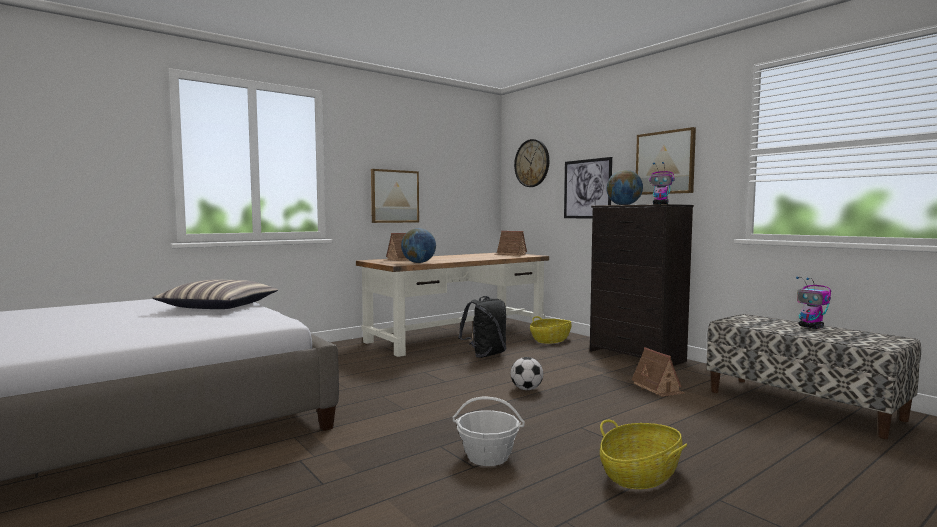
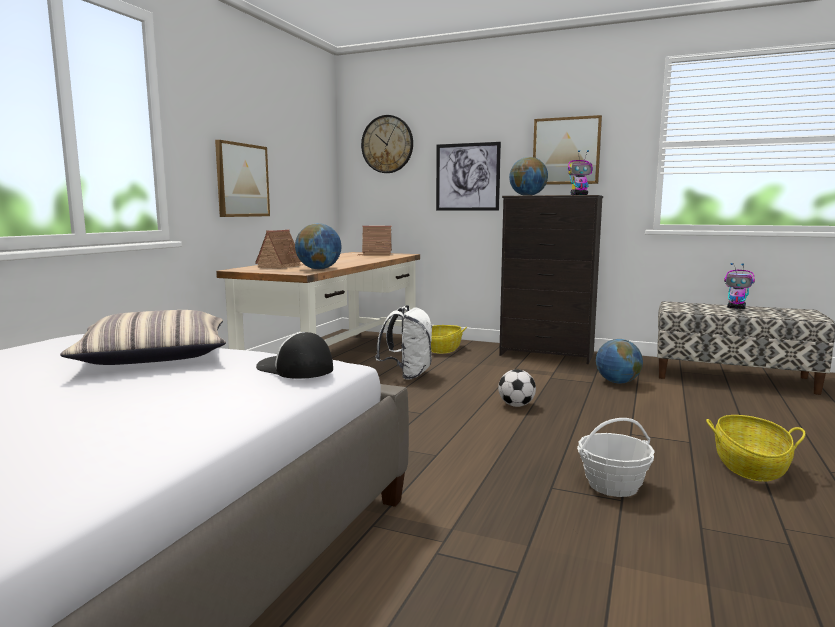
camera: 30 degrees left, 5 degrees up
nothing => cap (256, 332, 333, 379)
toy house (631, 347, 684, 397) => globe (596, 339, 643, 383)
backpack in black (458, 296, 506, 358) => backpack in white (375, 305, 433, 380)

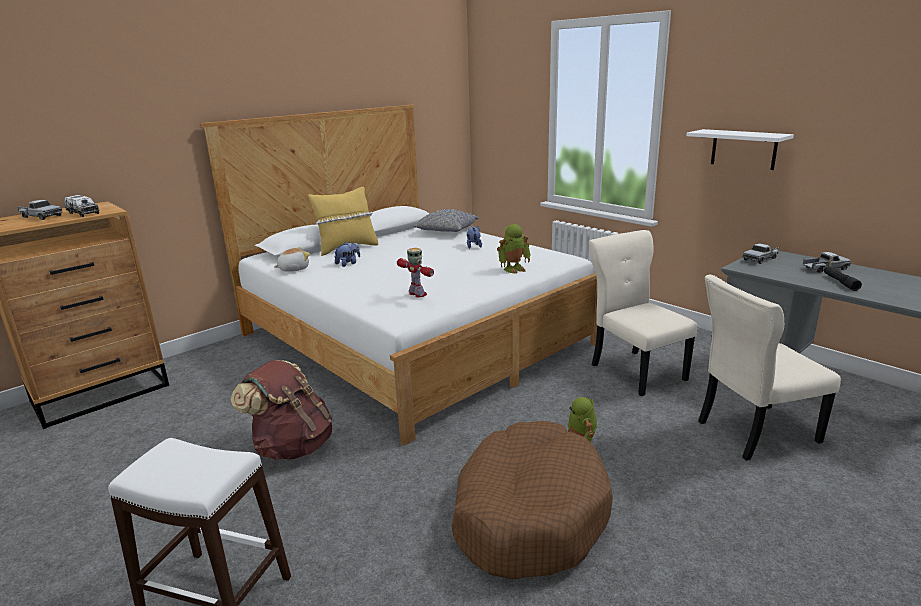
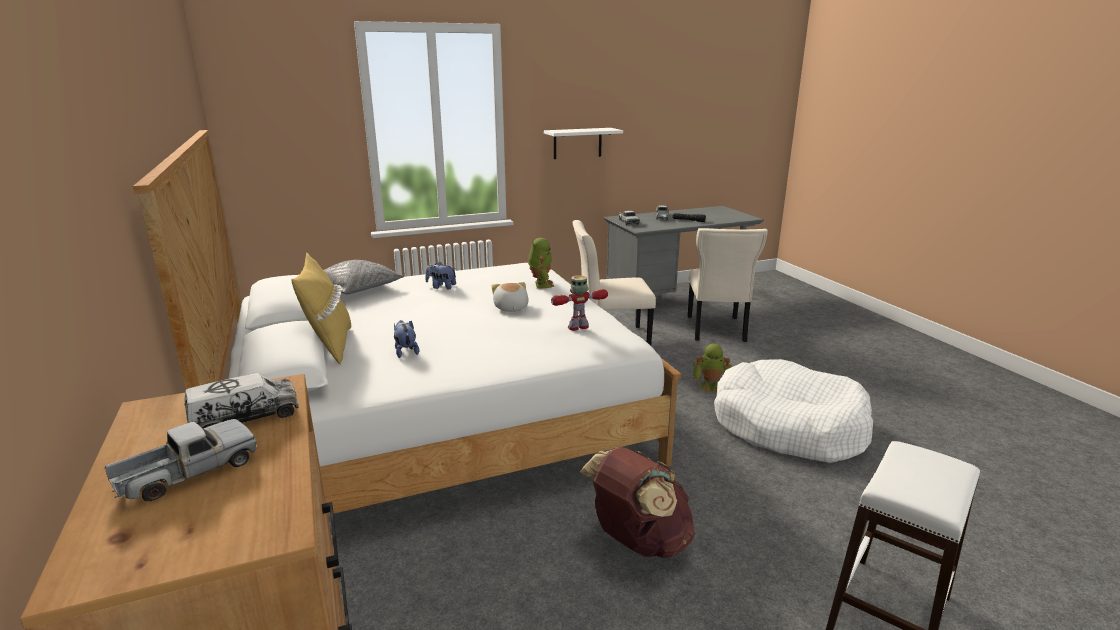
camera: 70 degrees left, 0 degrees up
plush toy (274, 247, 310, 272) => plush toy (492, 282, 529, 312), relocated
dog bed in brown (452, 421, 613, 580) => dog bed in white (714, 359, 873, 463)

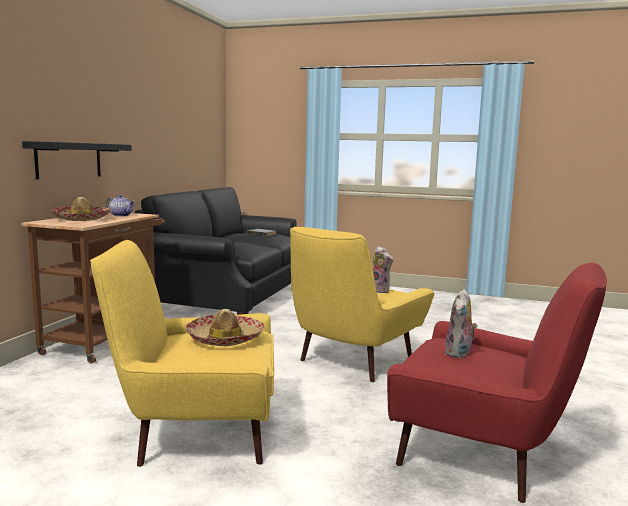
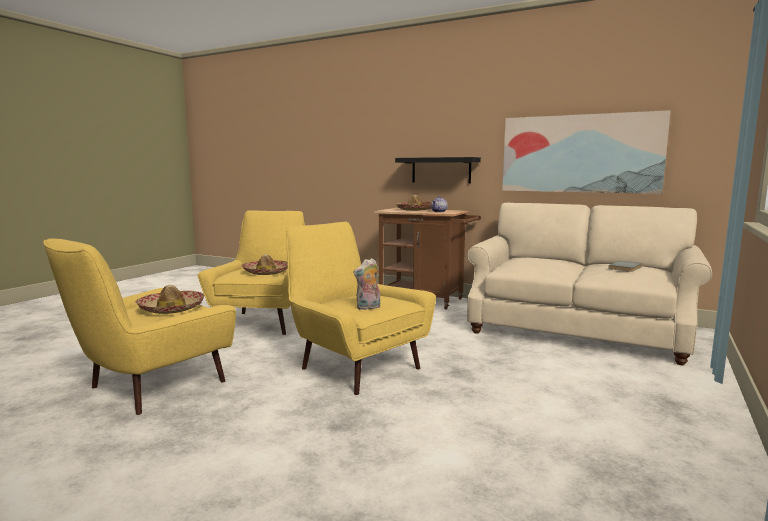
camera: 100 degrees right, 0 degrees up
nothing => picture (502, 110, 671, 194)
plush toy (445, 289, 477, 358) => hat (135, 285, 204, 314)
sofa in black (135, 187, 297, 315) => sofa in beige (467, 203, 712, 365)
armchair in red (387, 262, 607, 503) => armchair in yellow (43, 238, 236, 415)

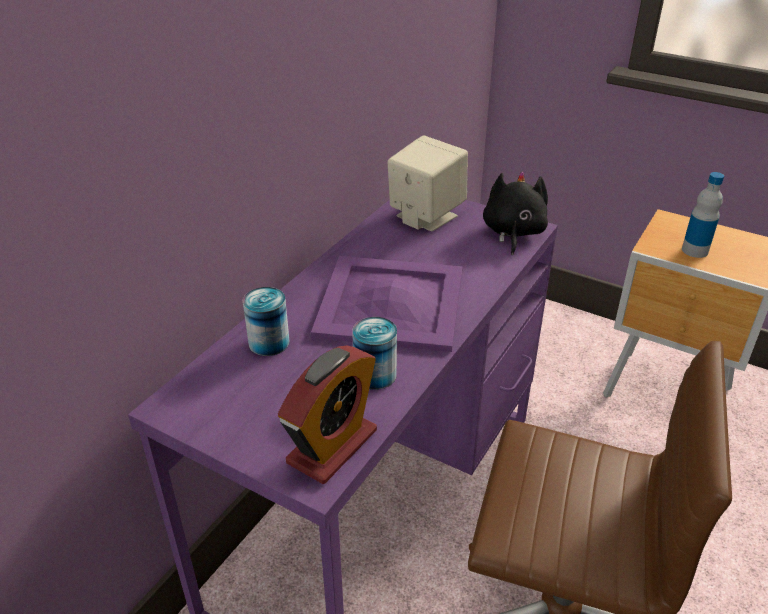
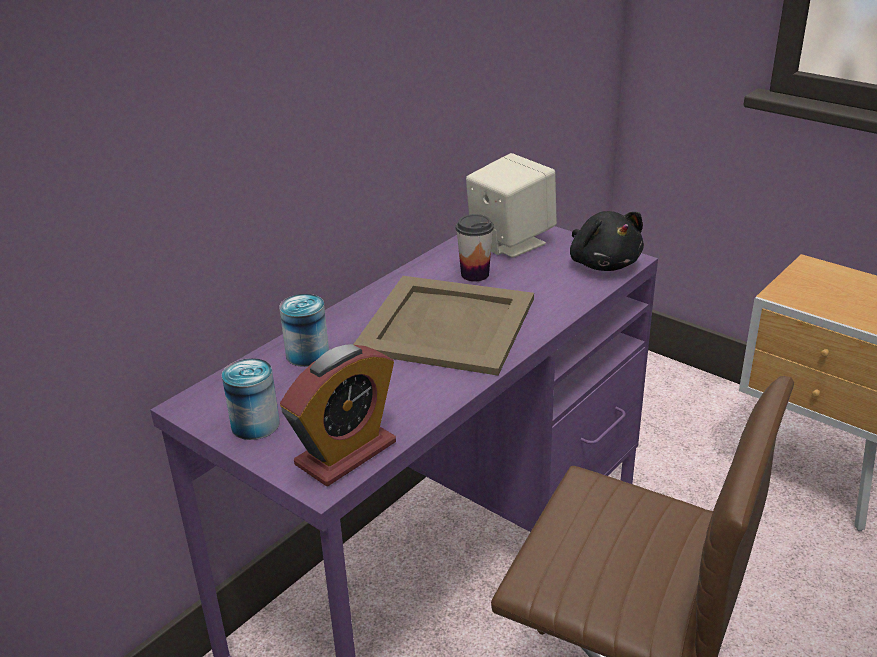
camera: 10 degrees right, 5 degrees down
bottle (682, 172, 724, 258) => nothing
nothing => cup (456, 214, 494, 281)
can (352, 317, 397, 390) => can (222, 358, 280, 440), relocated
tray in purple (311, 256, 463, 352) => tray in beige (353, 276, 534, 376)
plush toy in black (483, 172, 548, 255) => plush toy in black (570, 211, 644, 271), 135 degrees clockwise

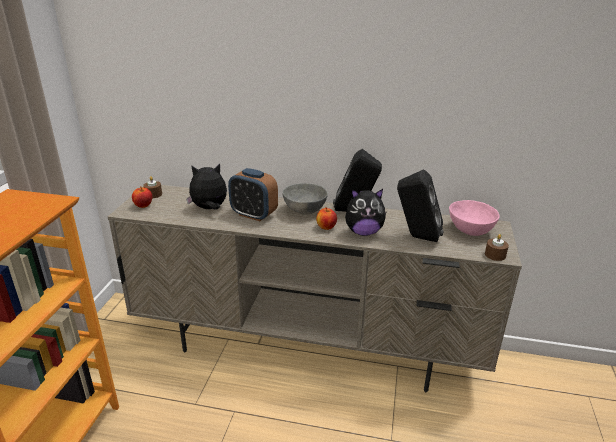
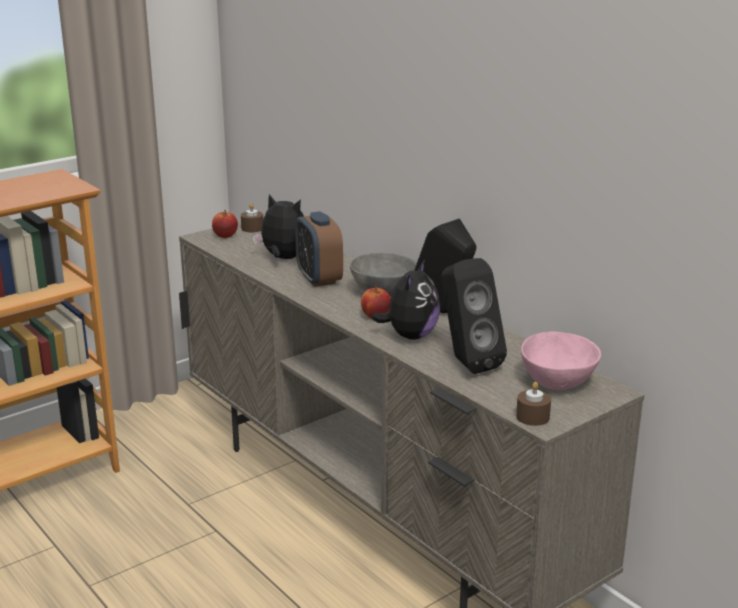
camera: 40 degrees right, 5 degrees down
plush toy (345, 189, 386, 236) => plush toy (371, 260, 440, 340), 105 degrees counterclockwise

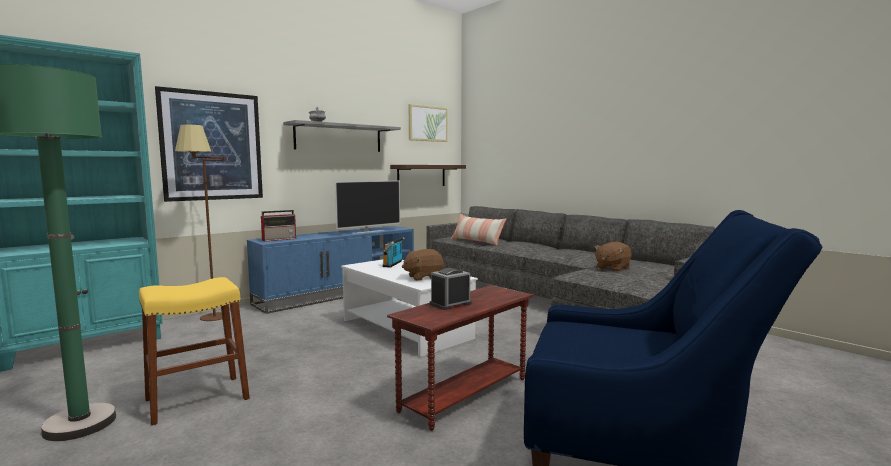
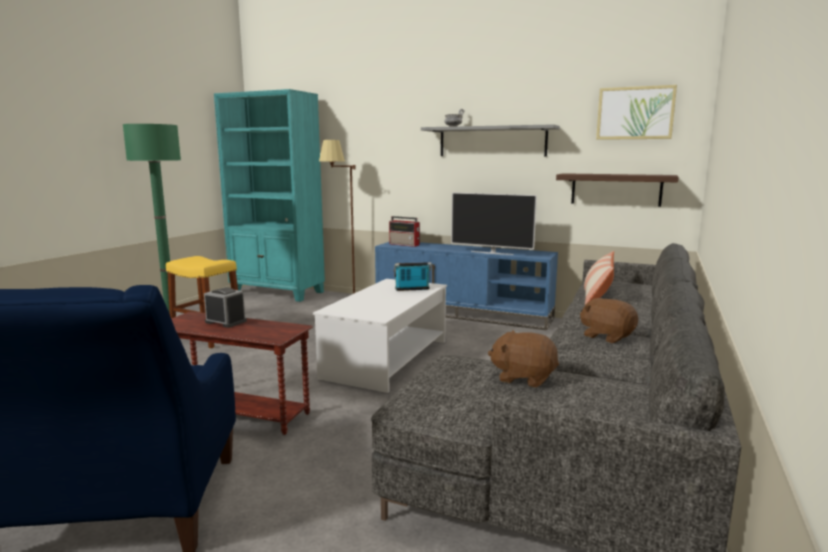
camera: 65 degrees right, 5 degrees up
picture (155, 86, 263, 202) => nothing
plush toy in brown (402, 249, 444, 281) => plush toy in brown (580, 298, 638, 343), relocated

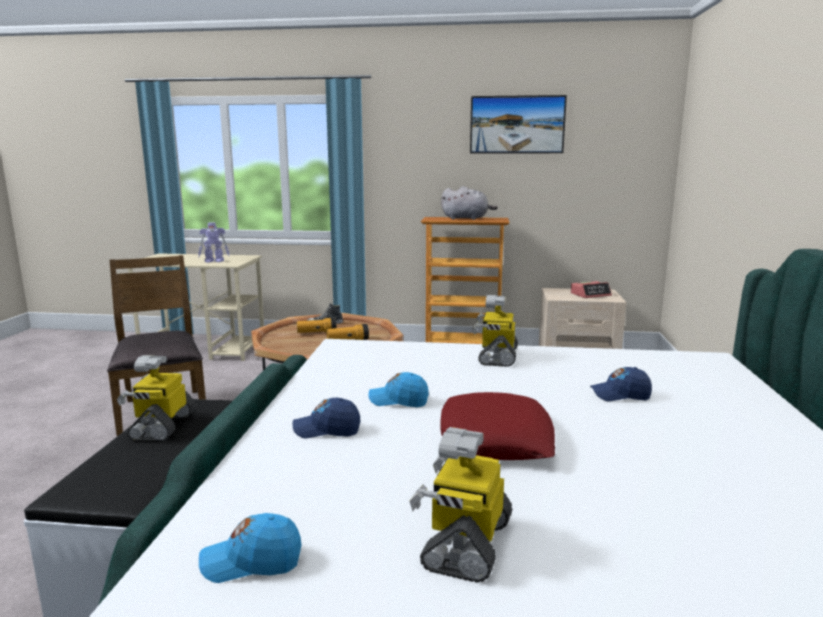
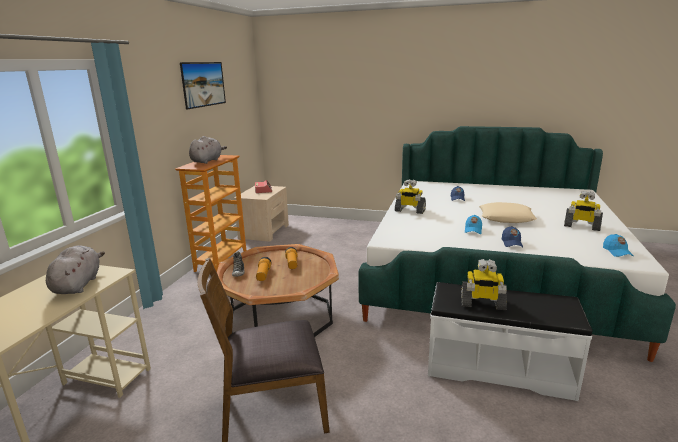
camera: 80 degrees left, 5 degrees up
toy robot (198, 222, 230, 263) => plush toy in grey (46, 245, 105, 294)
pillow in red (441, 392, 555, 460) => pillow in beige (479, 202, 537, 223)

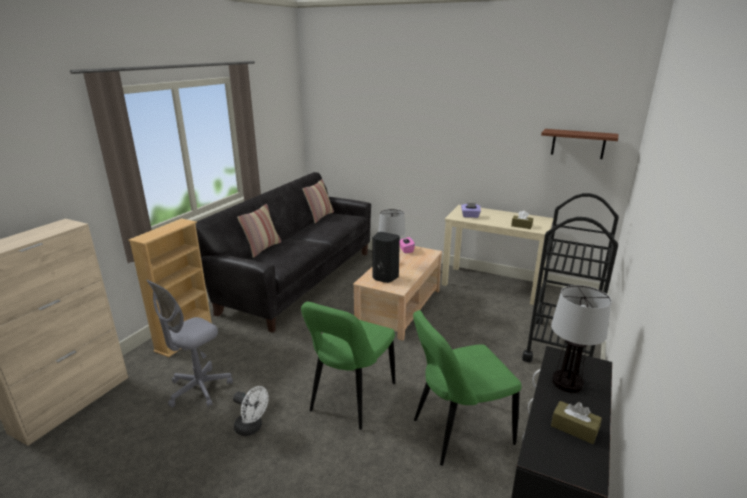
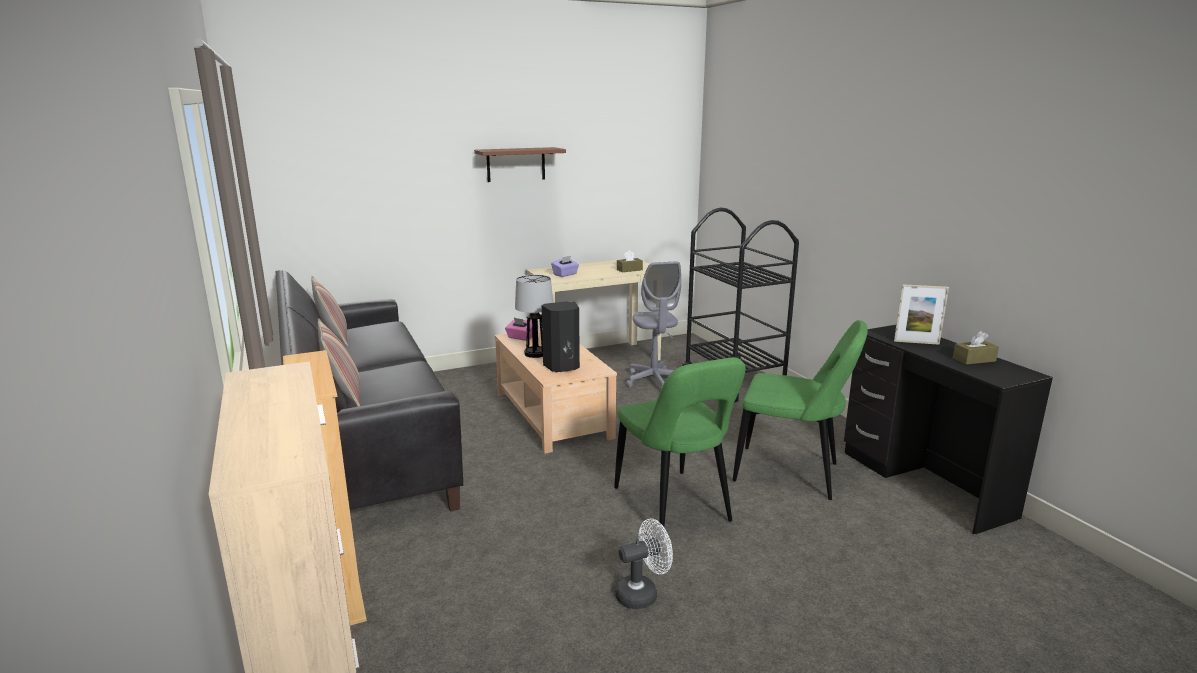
camera: 50 degrees left, 5 degrees down
office chair in grey (147, 280, 233, 407) => office chair in grey (626, 261, 681, 388), relocated
shelf in brown (541, 129, 618, 159) => shelf in brown (474, 147, 566, 182), relocated
table lamp (551, 285, 612, 393) => picture frame (894, 284, 949, 345)
chair in green (413, 310, 521, 466) => chair in green (733, 320, 868, 500), 90 degrees counterclockwise

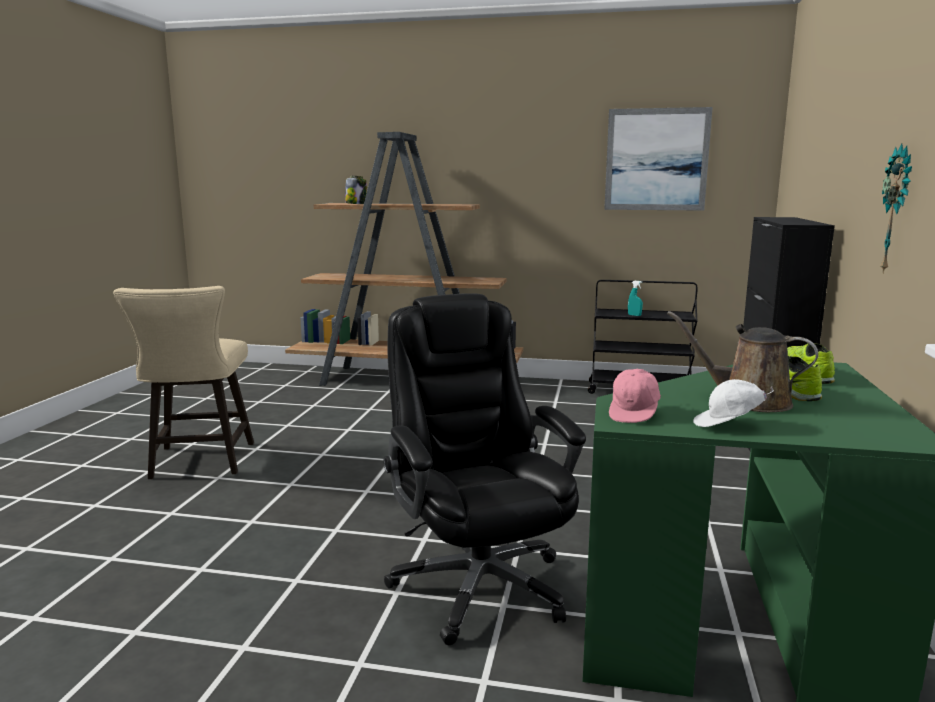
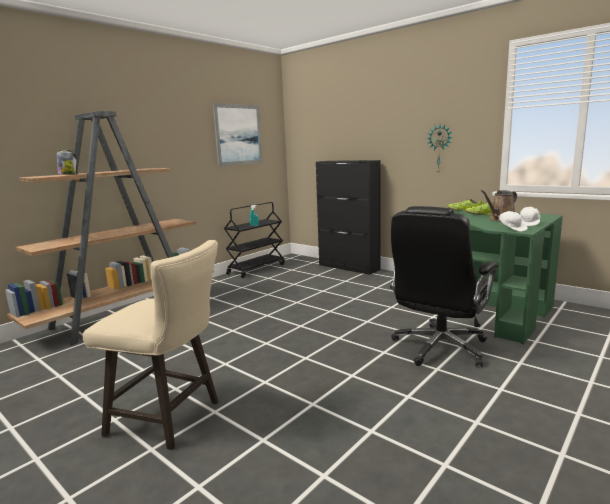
camera: 60 degrees left, 0 degrees up
cap in pink (609, 369, 661, 423) => cap in white (495, 211, 528, 232)
office chair in black (384, 293, 586, 645) => office chair in black (390, 206, 499, 367), 60 degrees counterclockwise

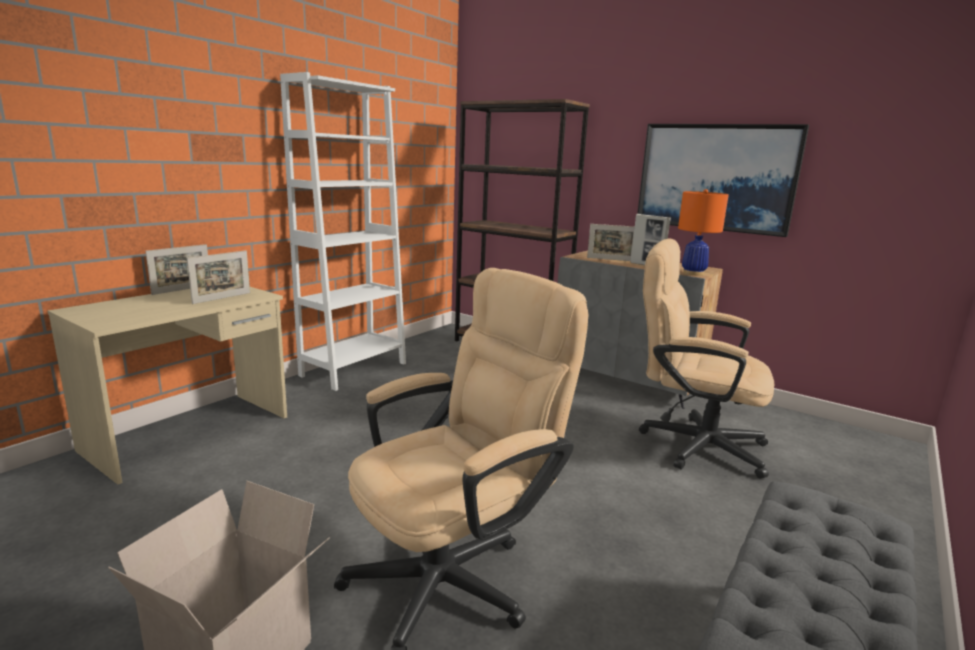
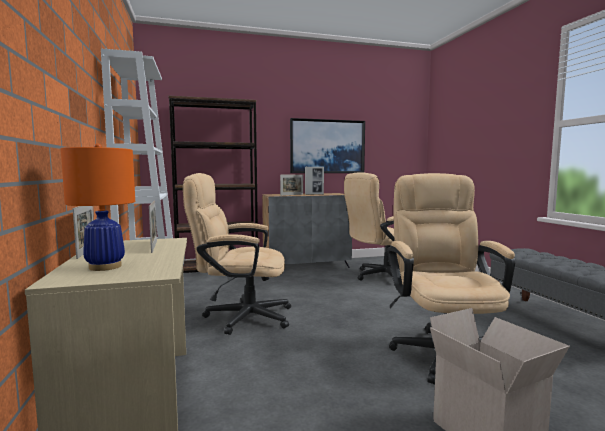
camera: 50 degrees left, 10 degrees down
nothing => office chair in beige (183, 173, 291, 335)
table lamp in orange (678, 189, 729, 276) => table lamp in orange (61, 143, 135, 271), relocated

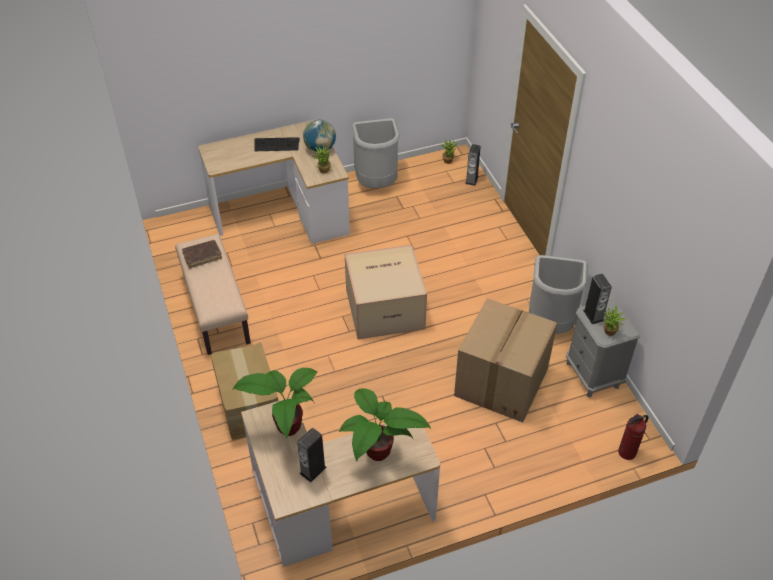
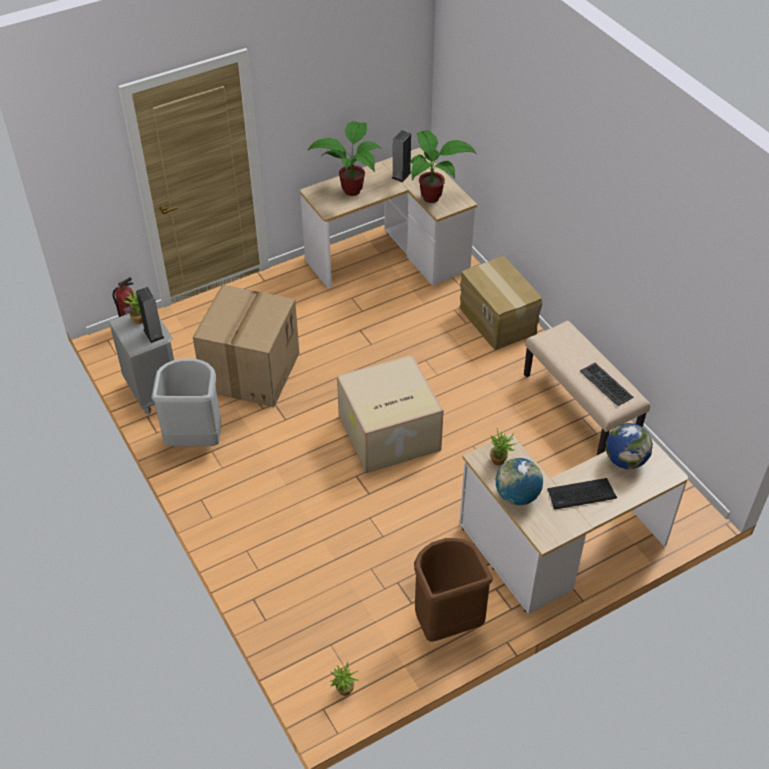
camera: 170 degrees right, 0 degrees up
speaker (465, 144, 481, 186) => nothing
nothing => globe (606, 423, 653, 469)
book in brown (182, 240, 222, 268) => keyboard (580, 363, 634, 406)
trash can in grey (352, 118, 400, 188) => trash can in brown (414, 538, 493, 642)

